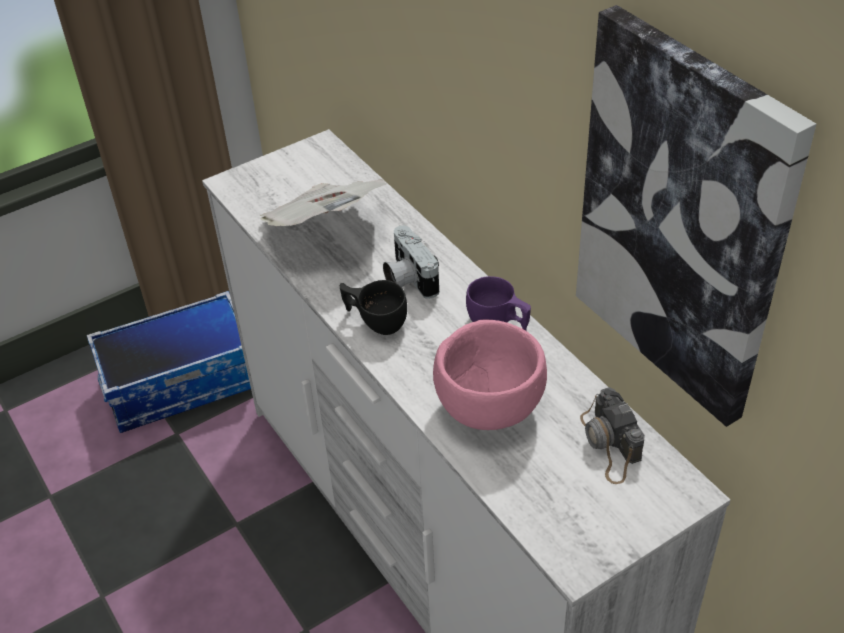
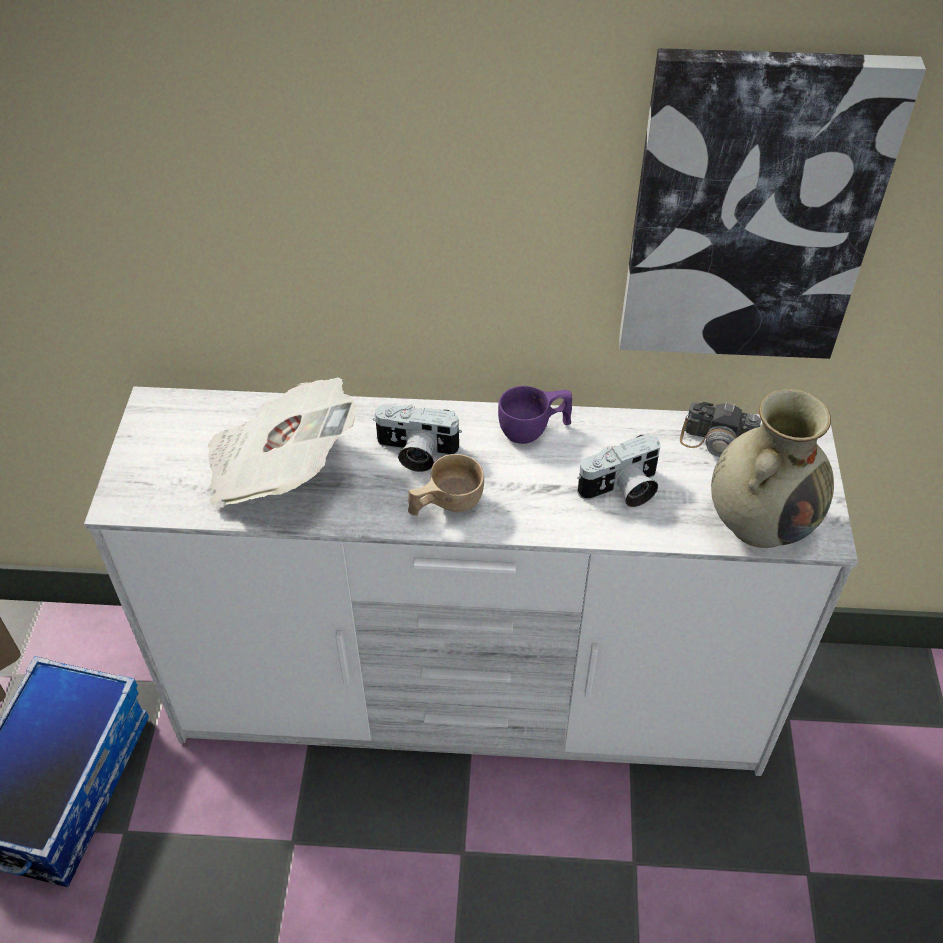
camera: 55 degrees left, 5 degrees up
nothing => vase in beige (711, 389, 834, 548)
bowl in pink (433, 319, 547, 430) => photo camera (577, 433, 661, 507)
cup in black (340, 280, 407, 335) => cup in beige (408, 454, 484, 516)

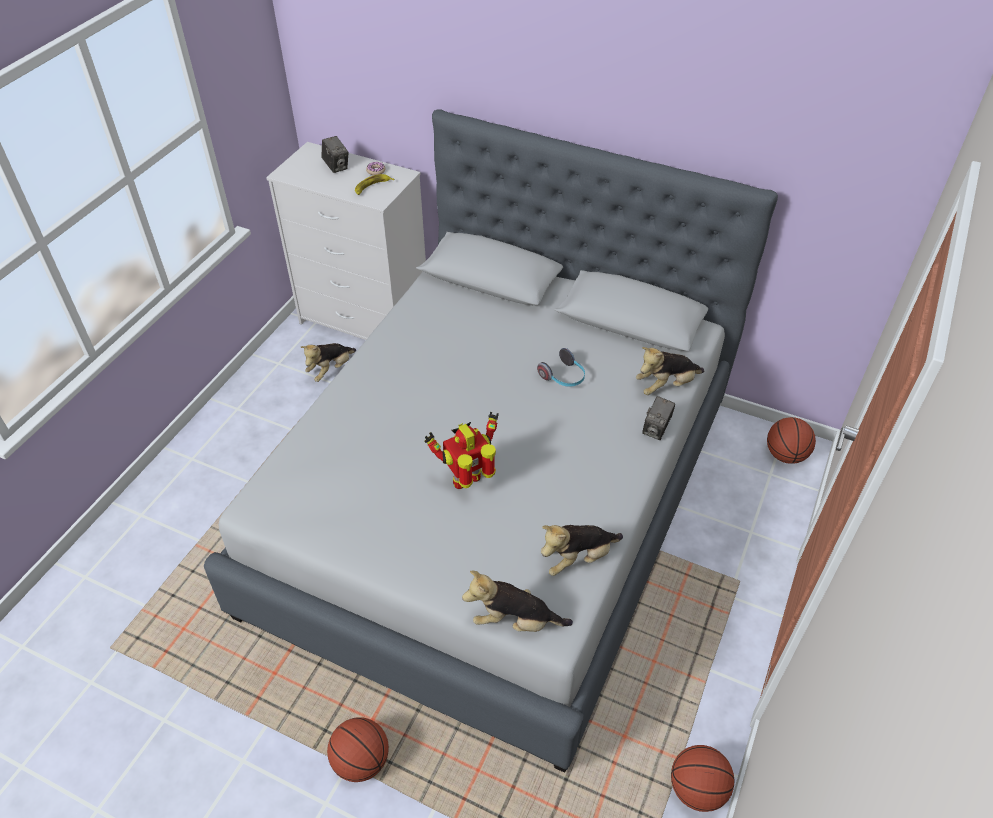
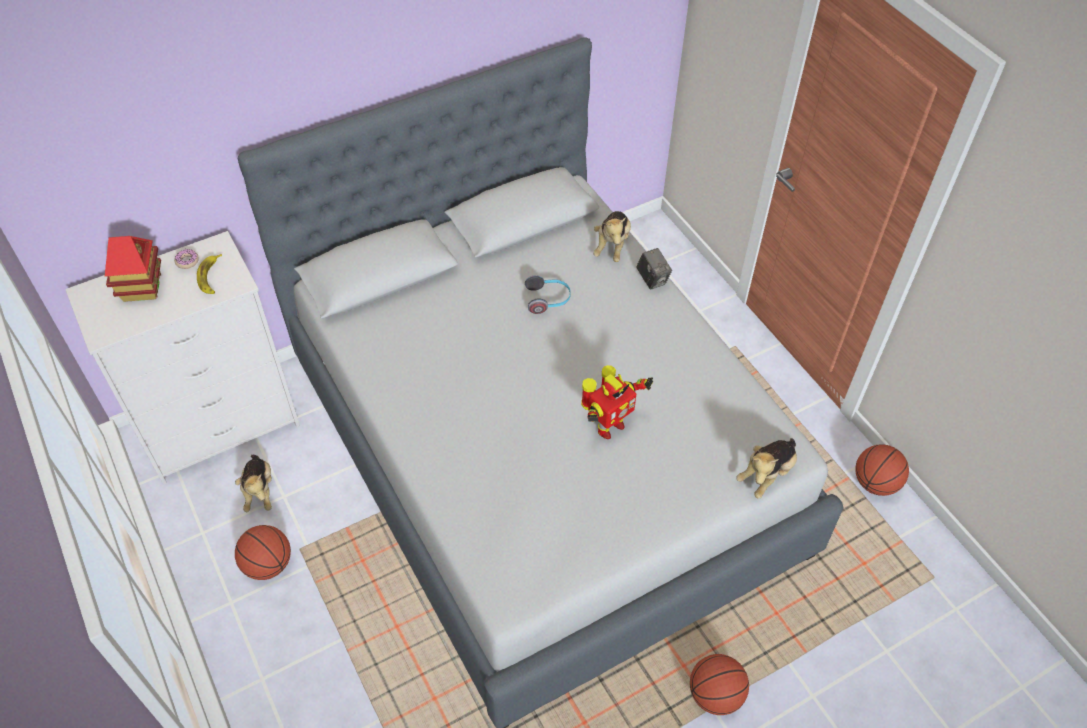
camera: 55 degrees left, 5 degrees up
plush toy (541, 525, 623, 576) => nothing
basketball (767, 417, 816, 464) => basketball (235, 525, 291, 580), relocated
photo camera (321, 136, 349, 173) => toy house (105, 236, 161, 302)
toy robot (425, 412, 499, 489) => toy robot (581, 365, 653, 439), 135 degrees counterclockwise

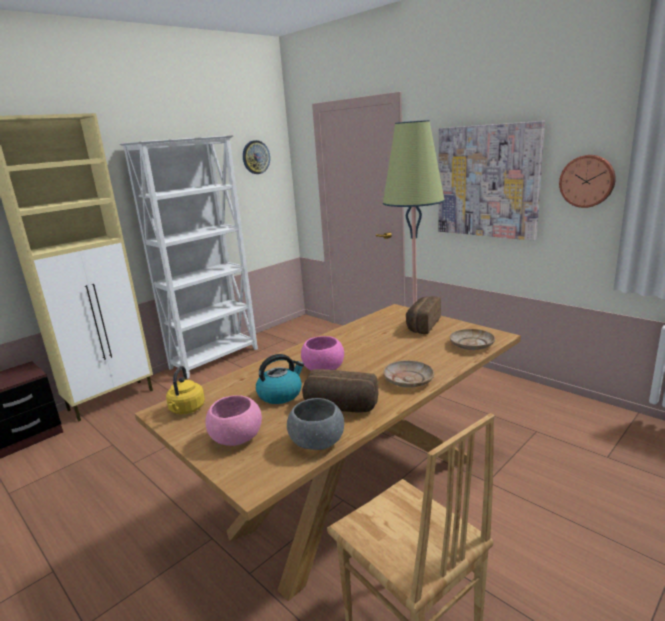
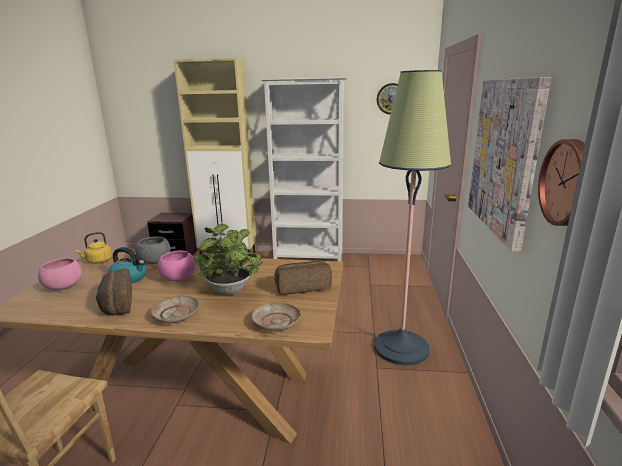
camera: 50 degrees right, 0 degrees up
nothing => potted plant (194, 224, 263, 295)
bowl in grey (287, 398, 344, 450) => bowl in grey (135, 237, 171, 264), relocated

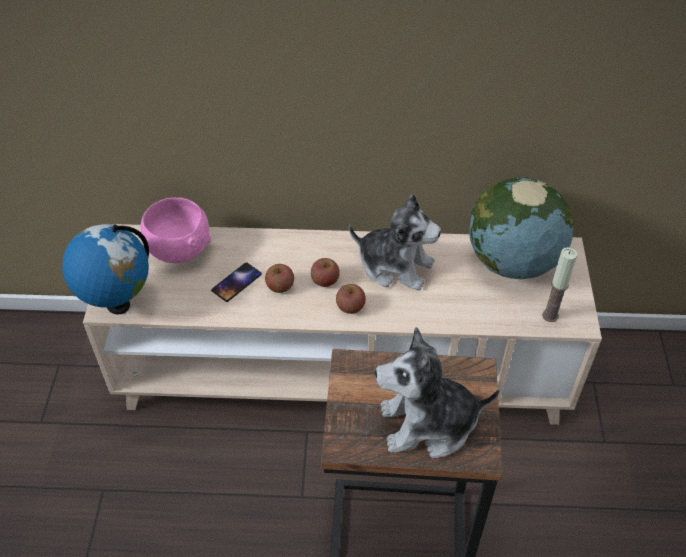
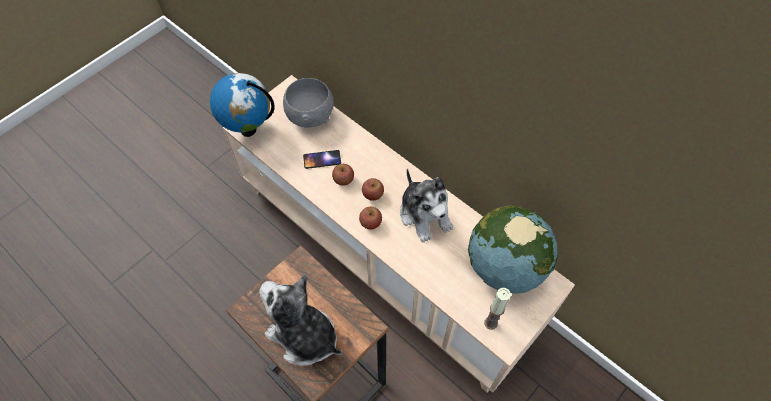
camera: 40 degrees right, 10 degrees up
bowl in pink (140, 197, 211, 263) => bowl in grey (283, 78, 334, 128)

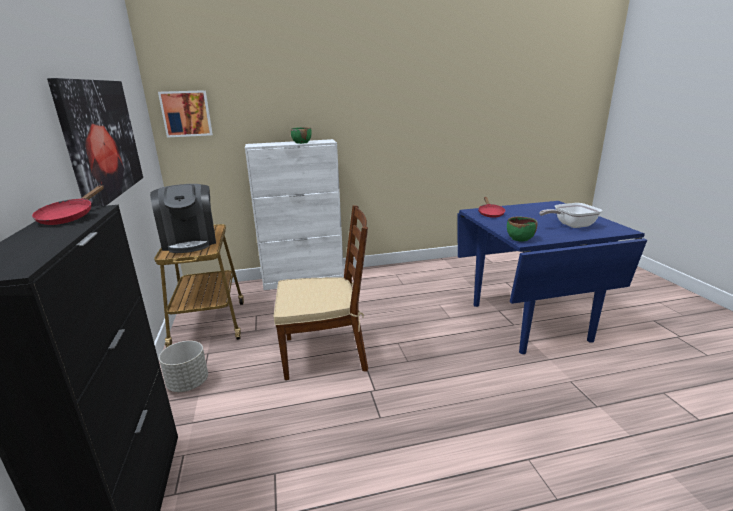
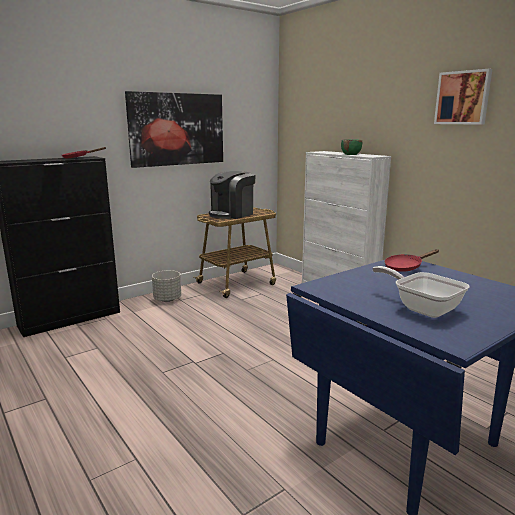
camera: 65 degrees right, 5 degrees down
chair in brown (273, 205, 368, 380) => nothing
bowl in green (507, 216, 537, 242) => nothing
picture (158, 90, 213, 138) => picture (434, 69, 492, 125), relocated

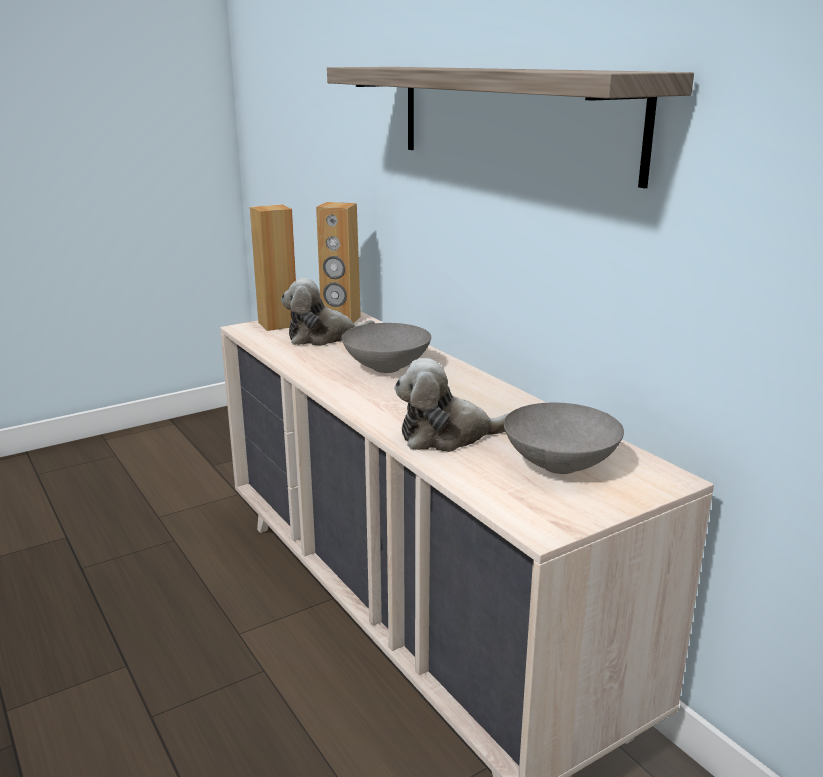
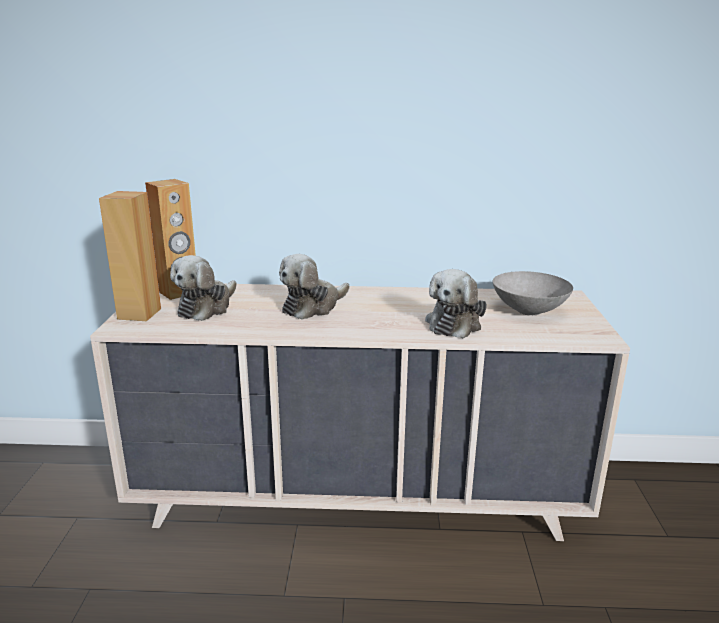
camera: 55 degrees left, 0 degrees up
shelf (327, 67, 694, 188) => nothing
bowl in grey (342, 323, 431, 373) => plush toy (279, 254, 349, 320)

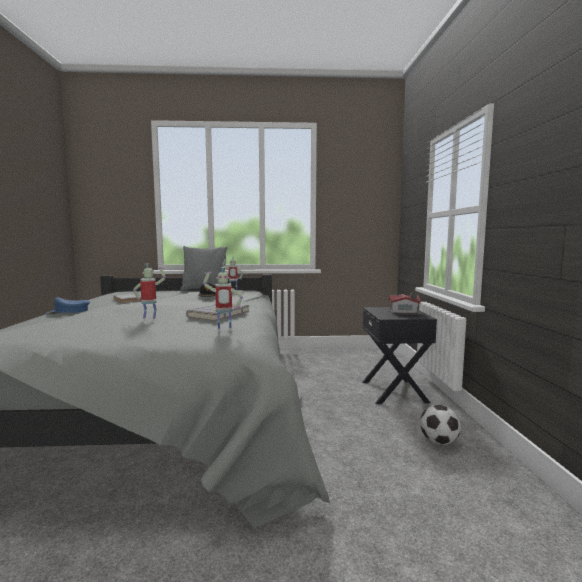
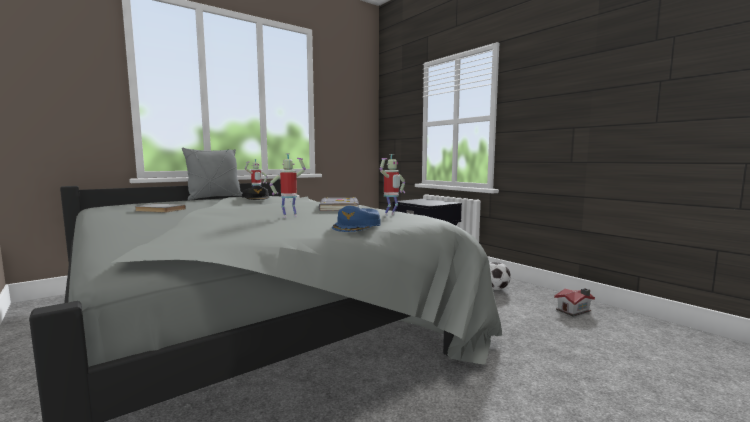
camera: 35 degrees left, 0 degrees up
cap in blue (45, 298, 90, 314) => cap in blue (332, 206, 380, 232), relocated
toy house (388, 293, 421, 315) => toy house (554, 288, 595, 317), relocated

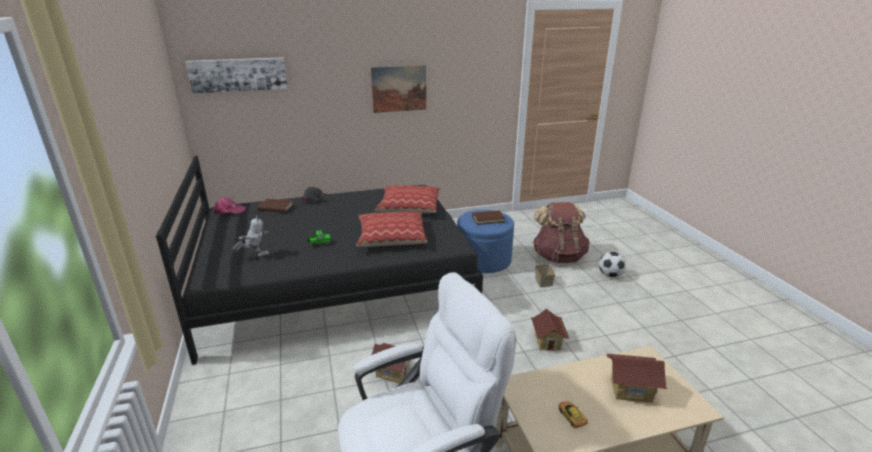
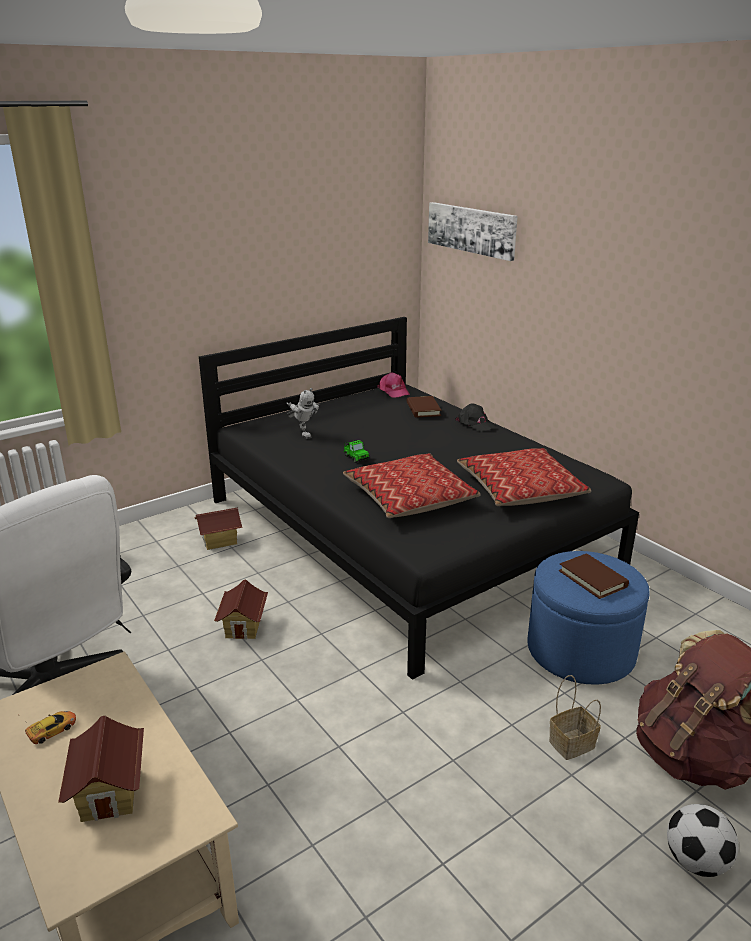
camera: 70 degrees right, 0 degrees up
picture (371, 65, 426, 113) => nothing
toy house (531, 309, 569, 351) => toy house (194, 508, 243, 550), relocated

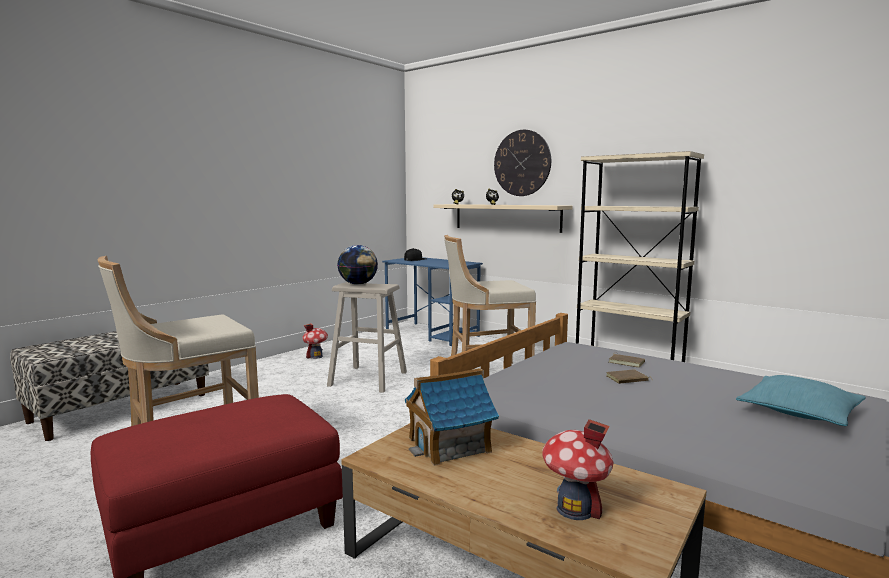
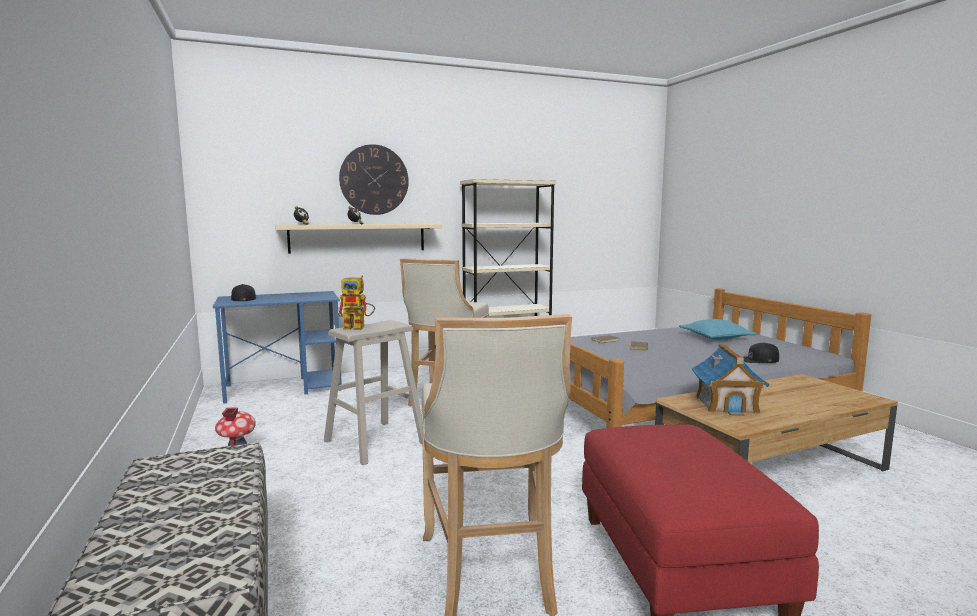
camera: 60 degrees left, 0 degrees up
toy house (542, 419, 613, 520) => nothing
nothing => cap in black (743, 343, 779, 363)
globe (338, 245, 378, 285) => toy robot (337, 275, 375, 330)

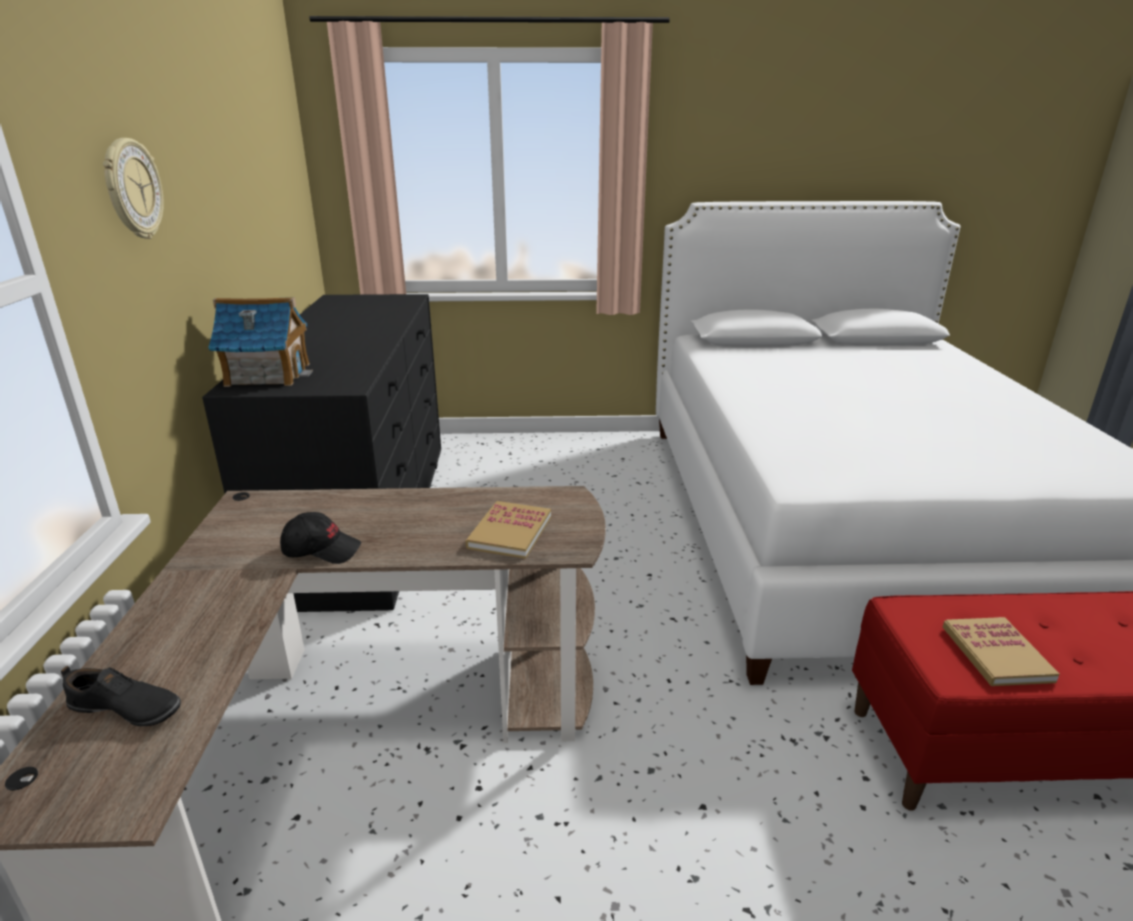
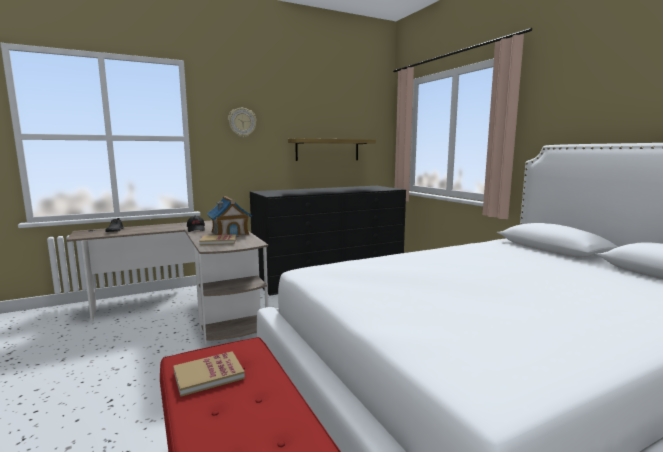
camera: 65 degrees right, 15 degrees down
nothing => shelf (288, 138, 376, 161)
toy house (208, 297, 313, 387) => toy house (207, 196, 252, 237), relocated

